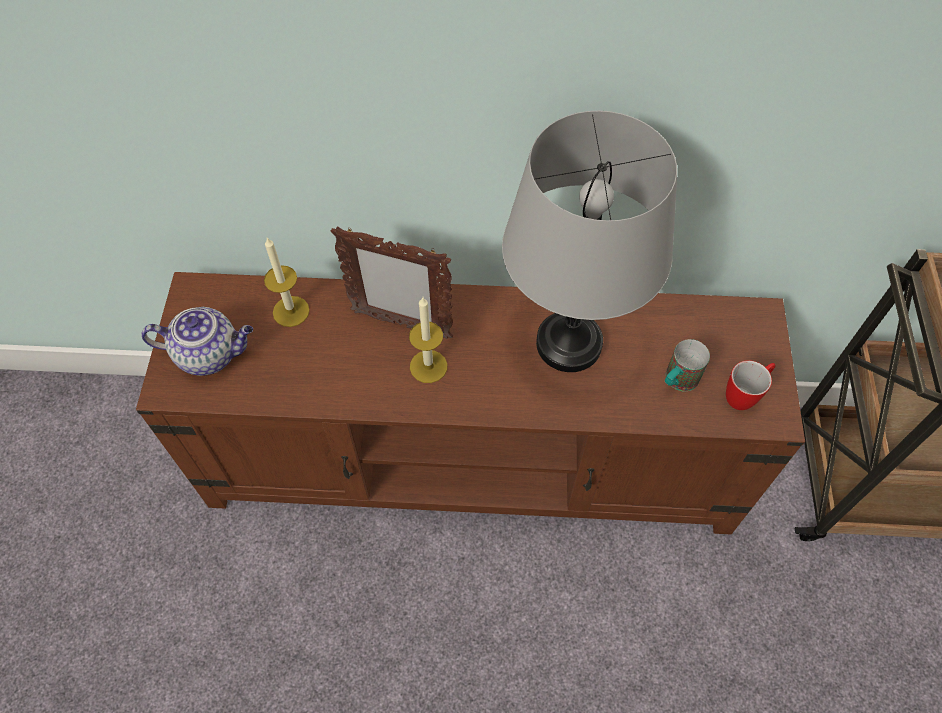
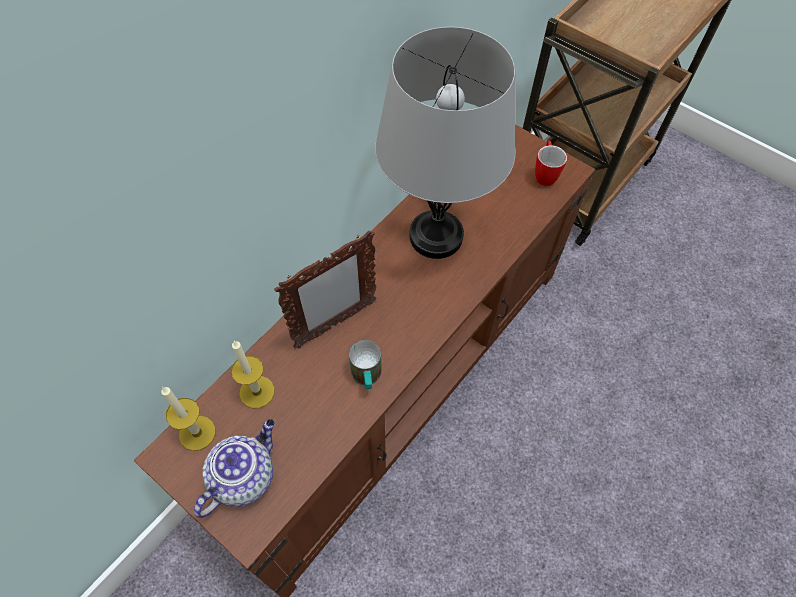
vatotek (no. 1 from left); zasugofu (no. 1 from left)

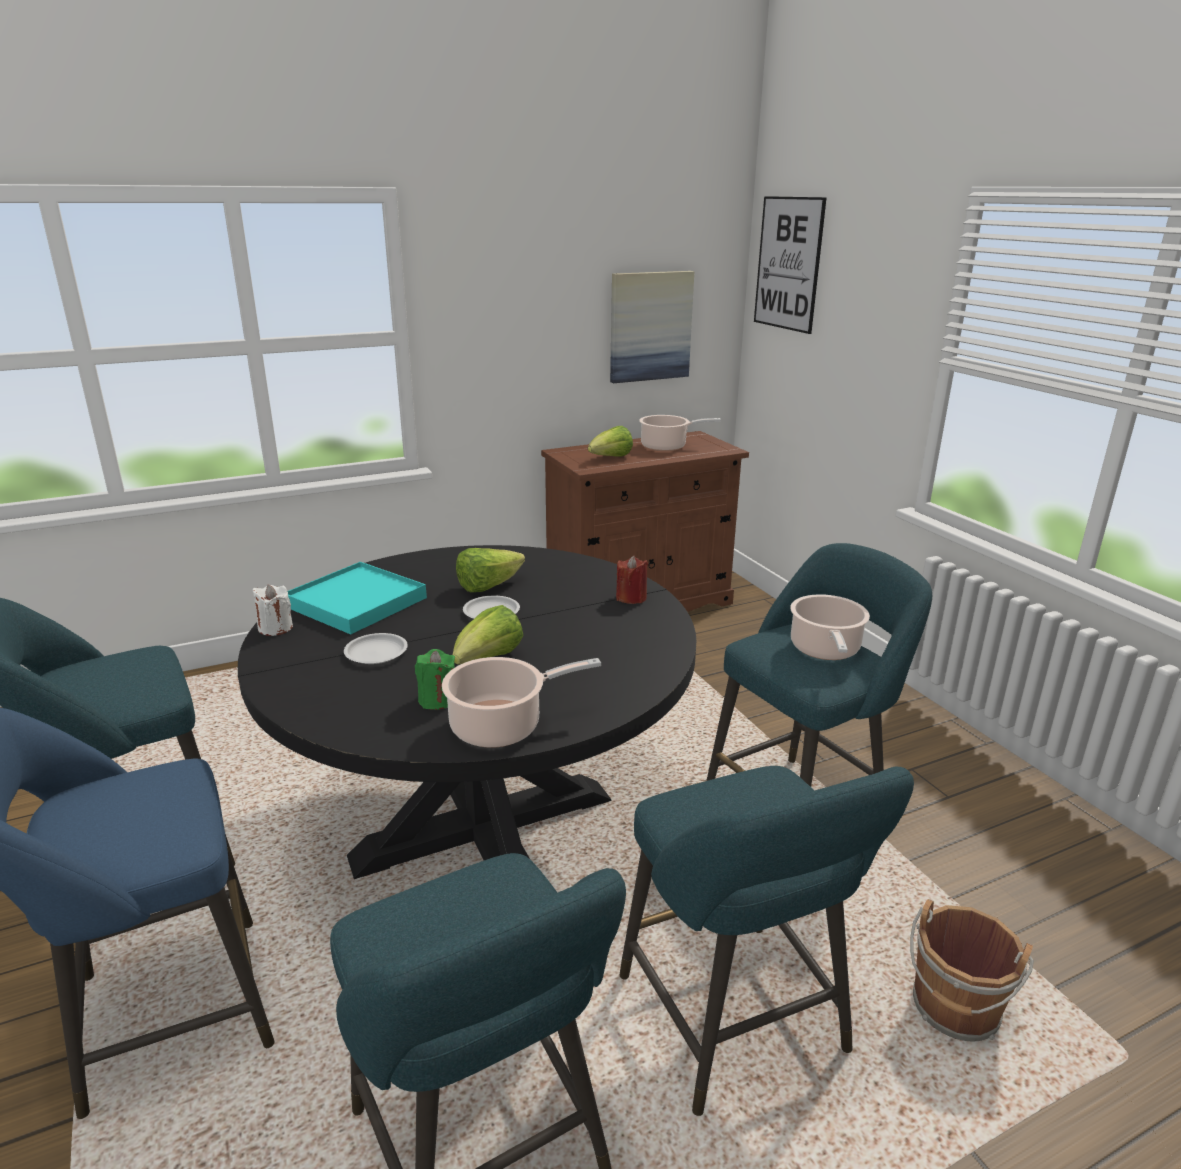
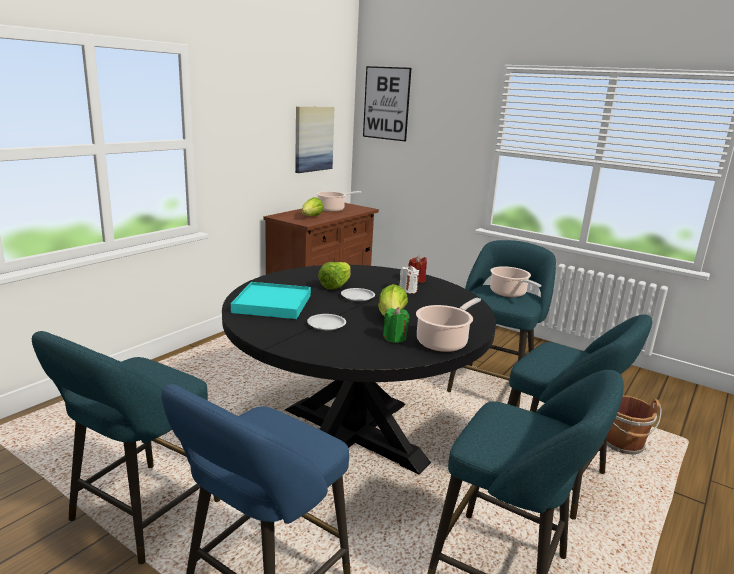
vatotek (white)

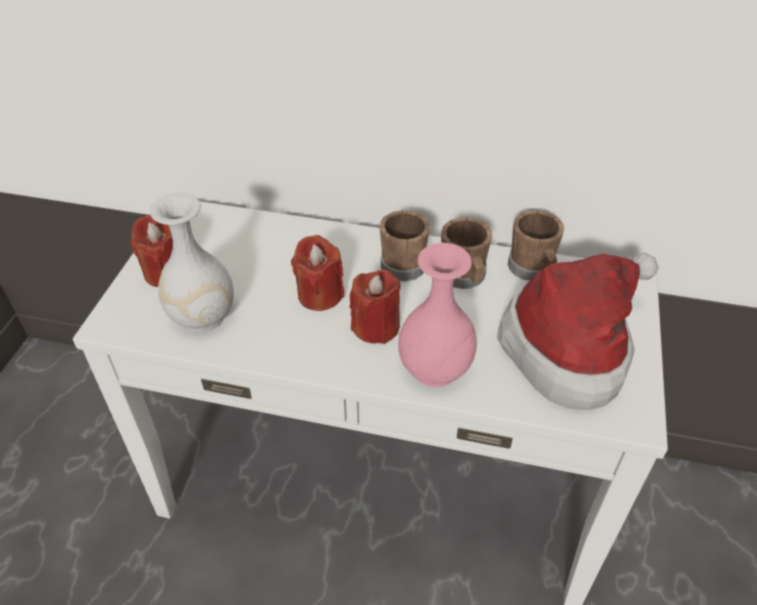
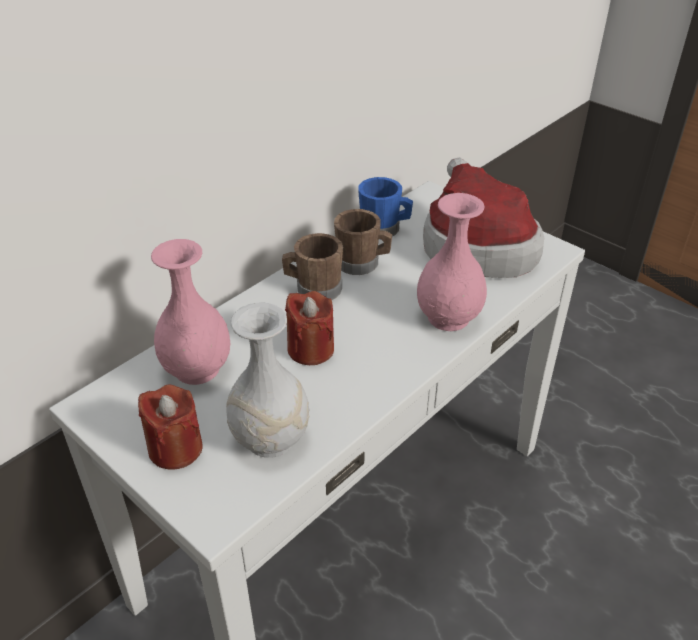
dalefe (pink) (no. 1 from left); zasugofu (blue); vatotek (red) (no. 3 from left in the first image)

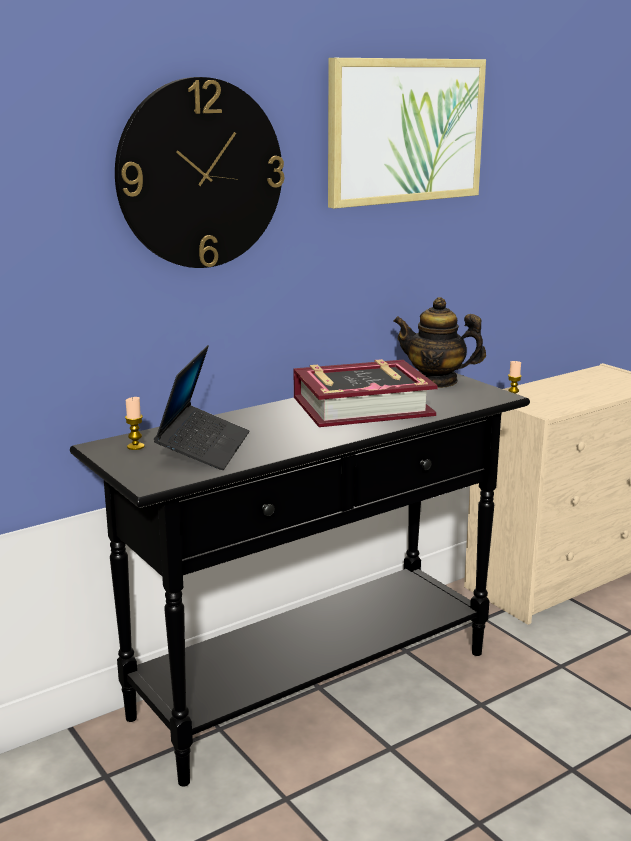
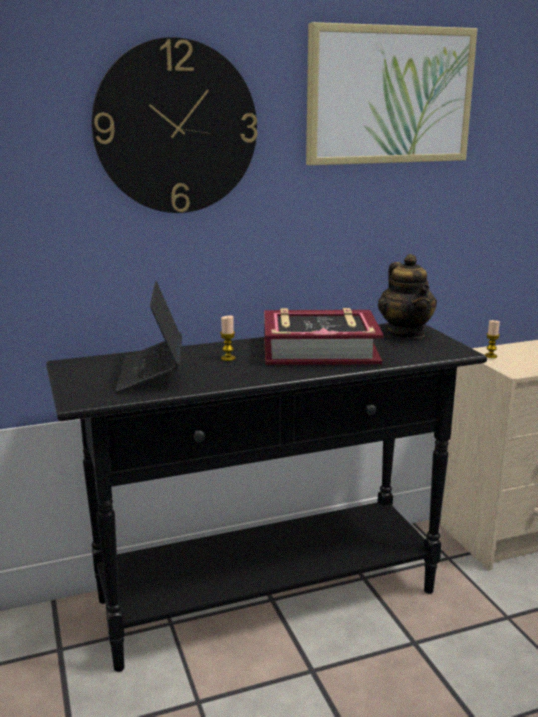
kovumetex; vatotek (no. 1 from left); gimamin

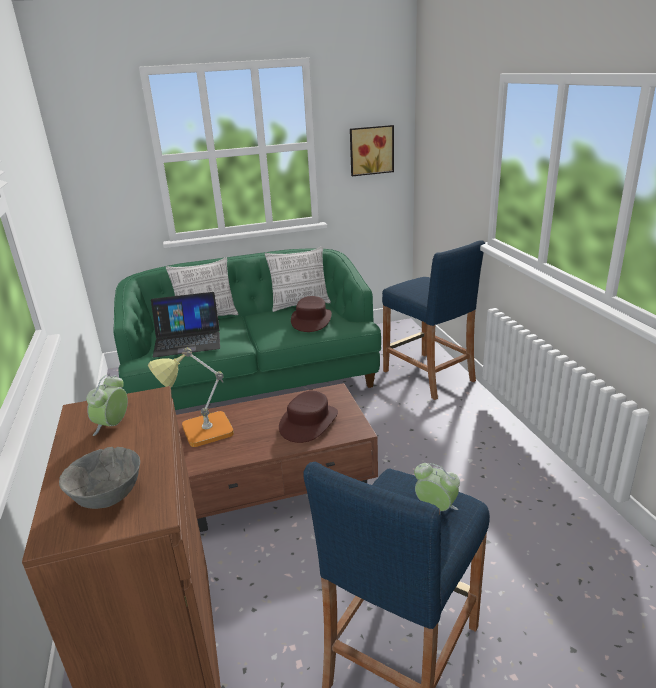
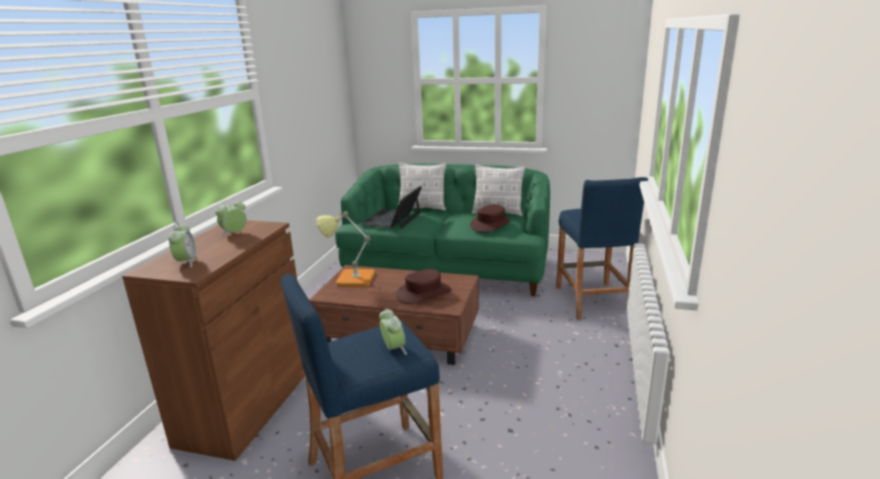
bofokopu (no. 1 from left); kovumetex; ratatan

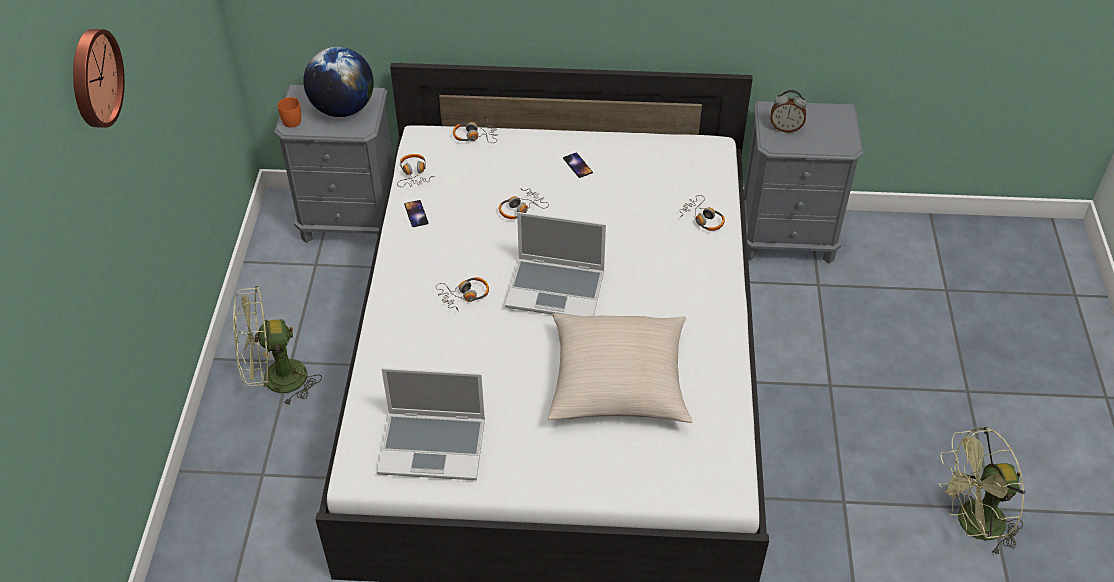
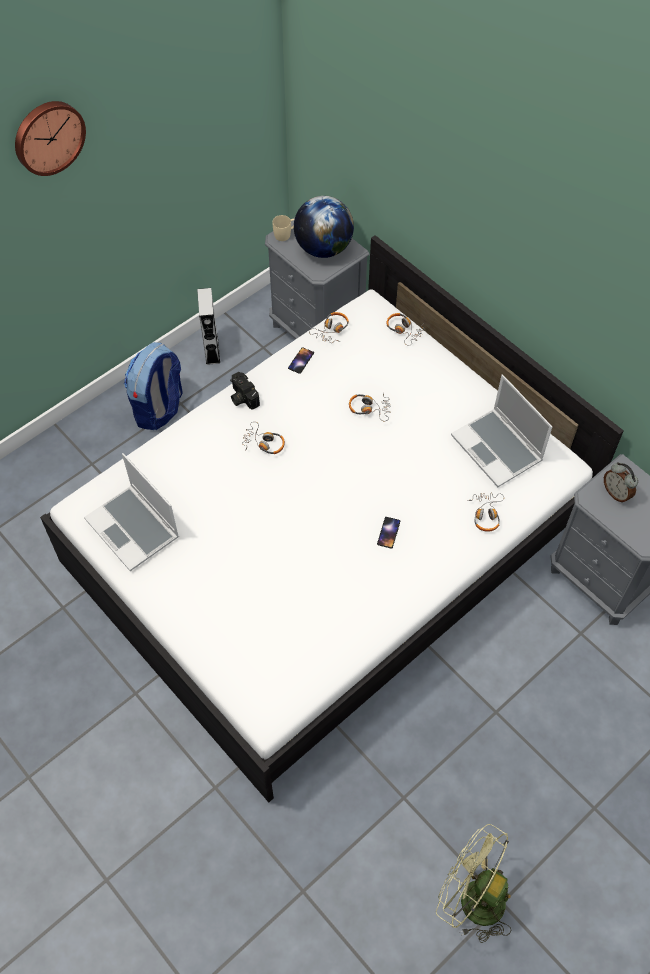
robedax; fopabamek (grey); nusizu; zasugofu (beige); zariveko (no. 2 from left); kovumetex (no. 2 from left); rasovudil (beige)

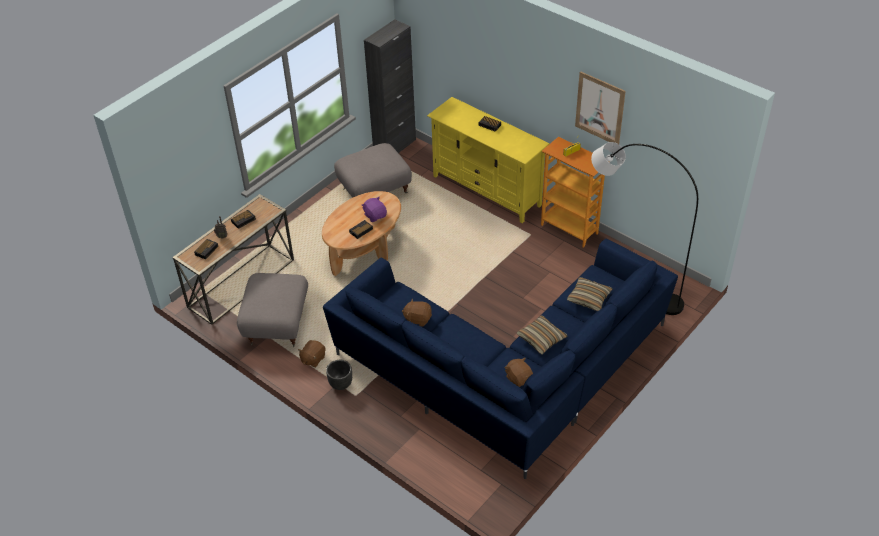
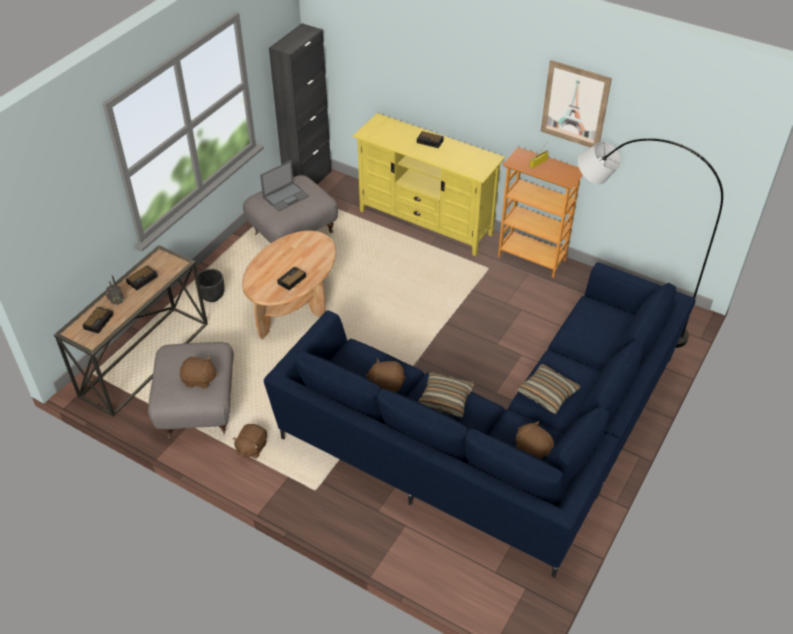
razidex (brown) (no. 1 from left); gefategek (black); kovumetex; rasovudil (no. 1 from left); razidex (purple)

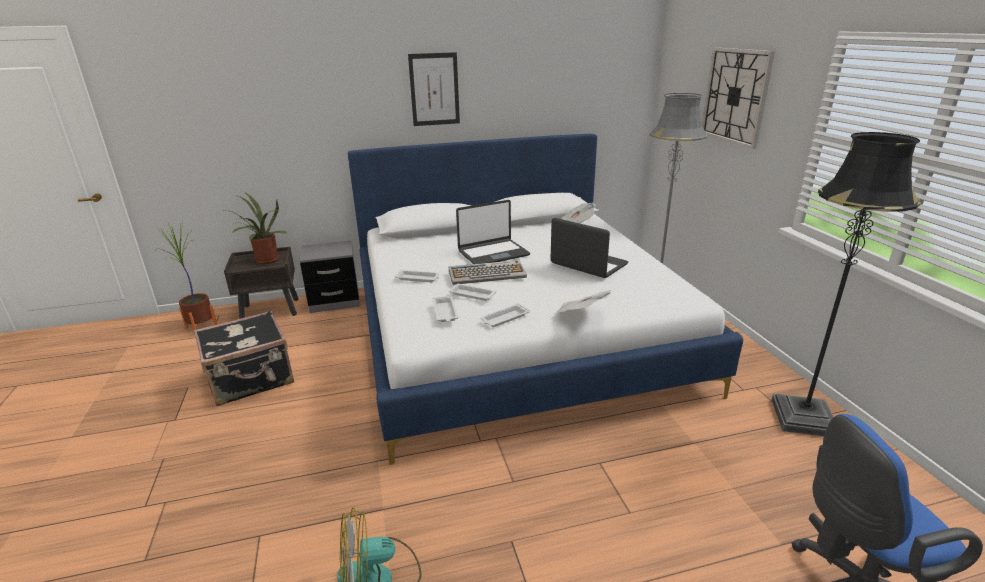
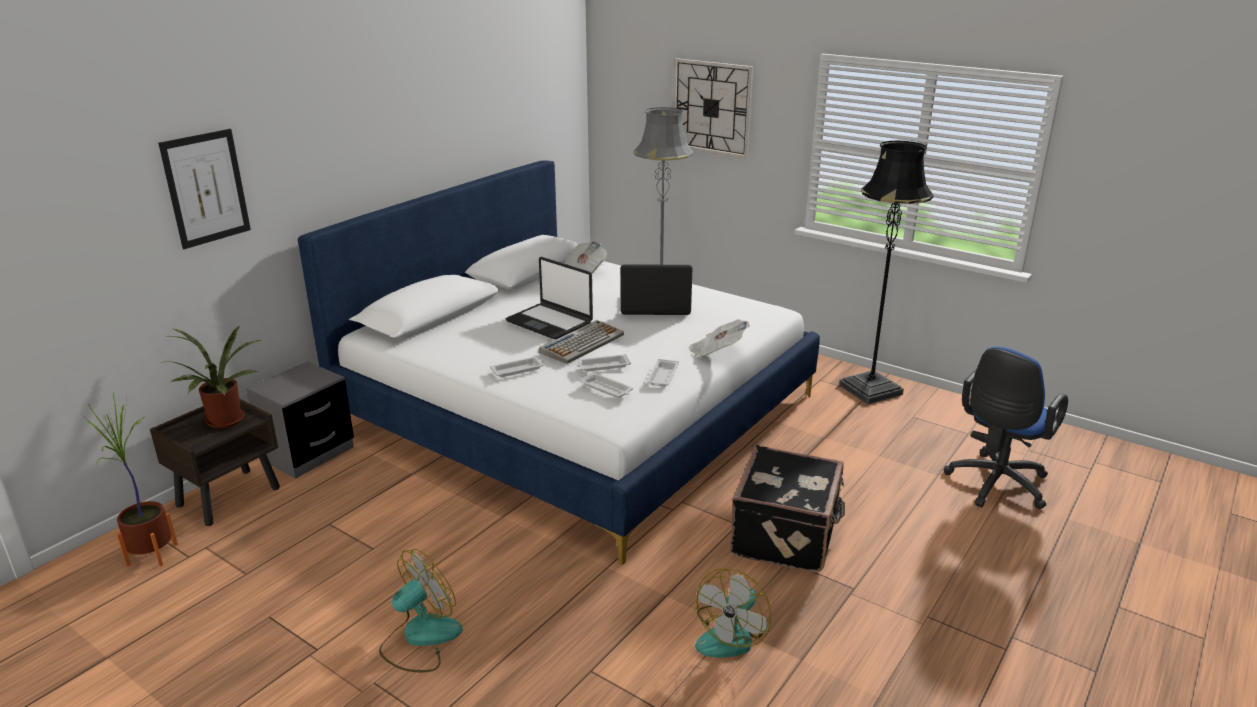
ratatan; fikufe (no. 1 from left); kovumetex (no. 1 from left); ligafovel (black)

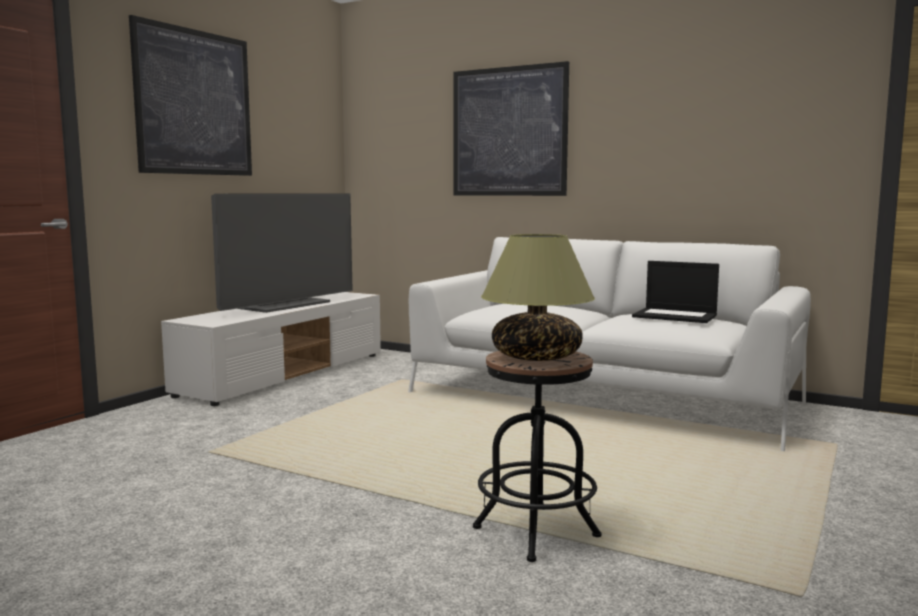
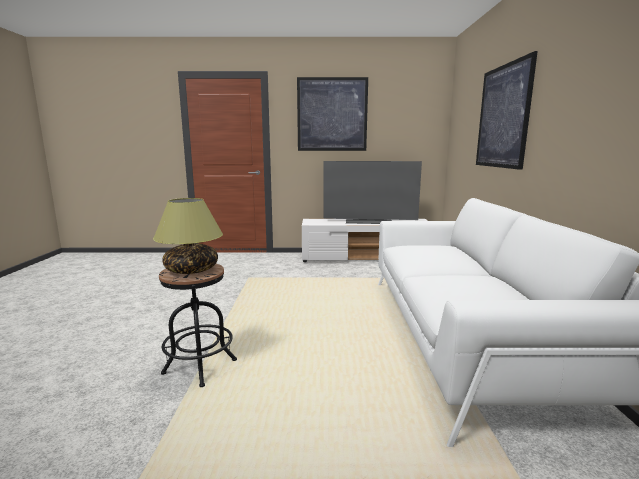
kovumetex

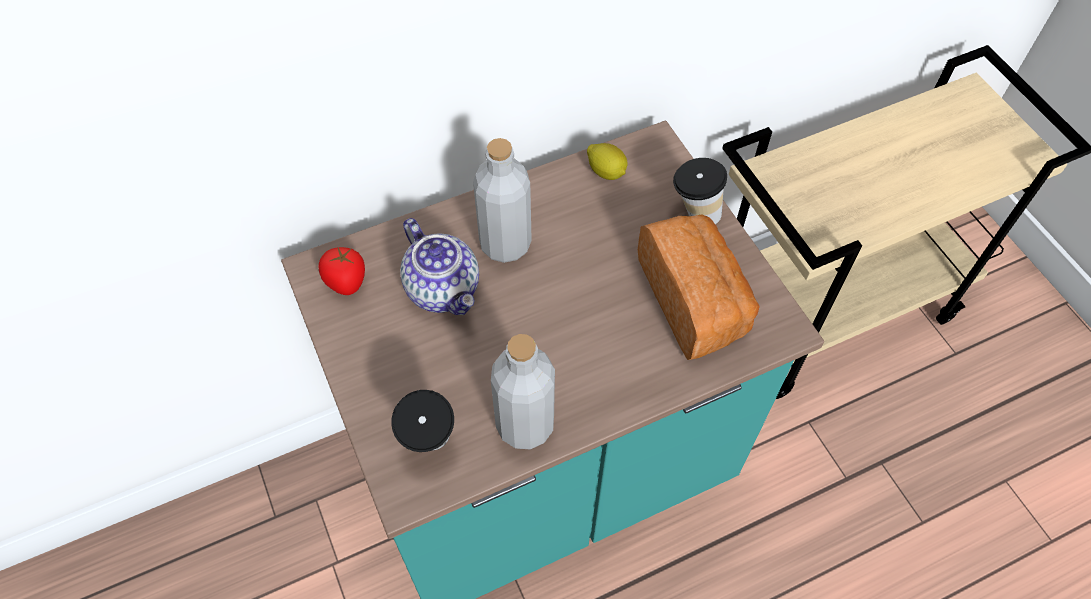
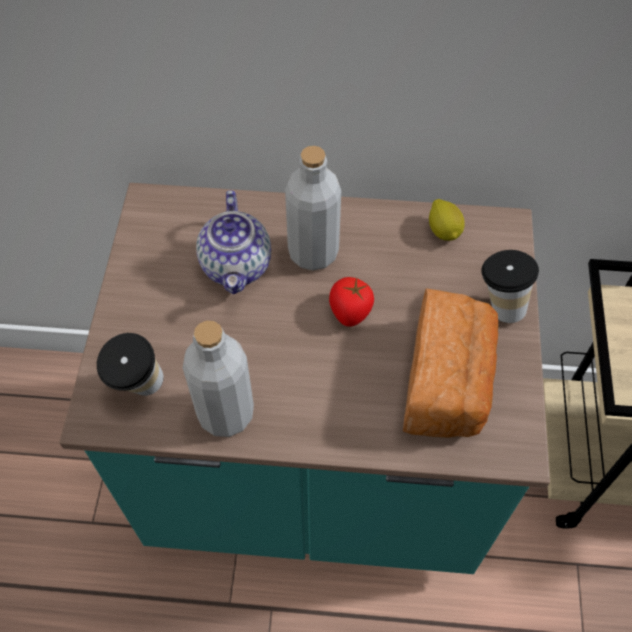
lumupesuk

